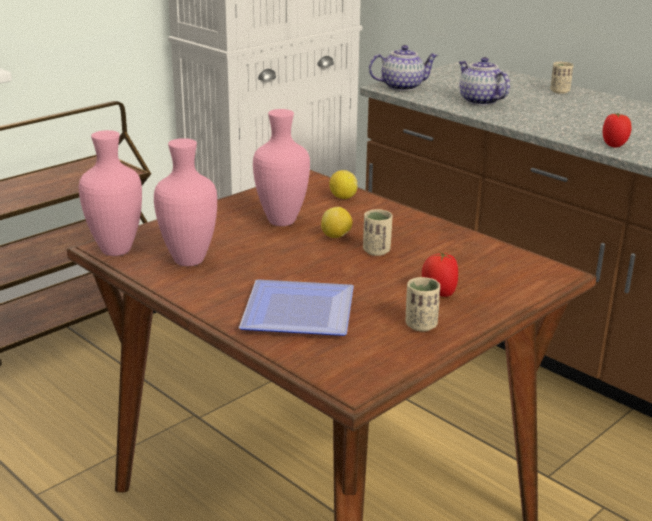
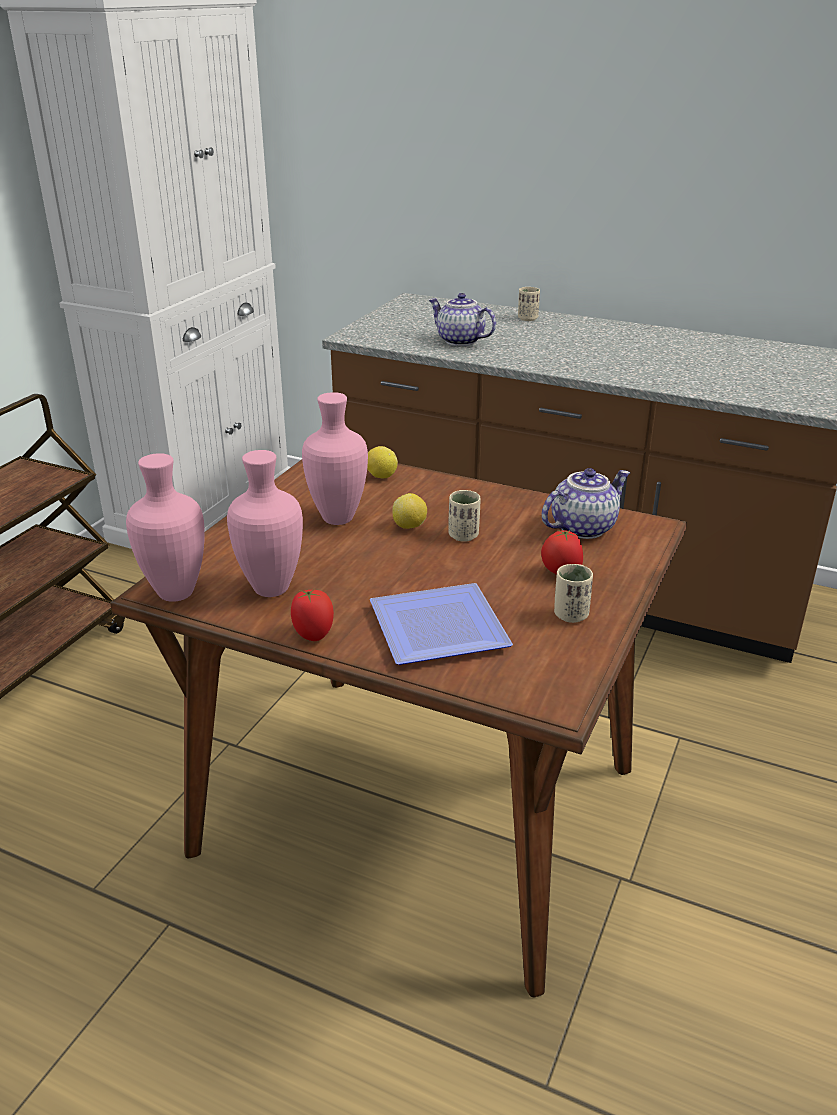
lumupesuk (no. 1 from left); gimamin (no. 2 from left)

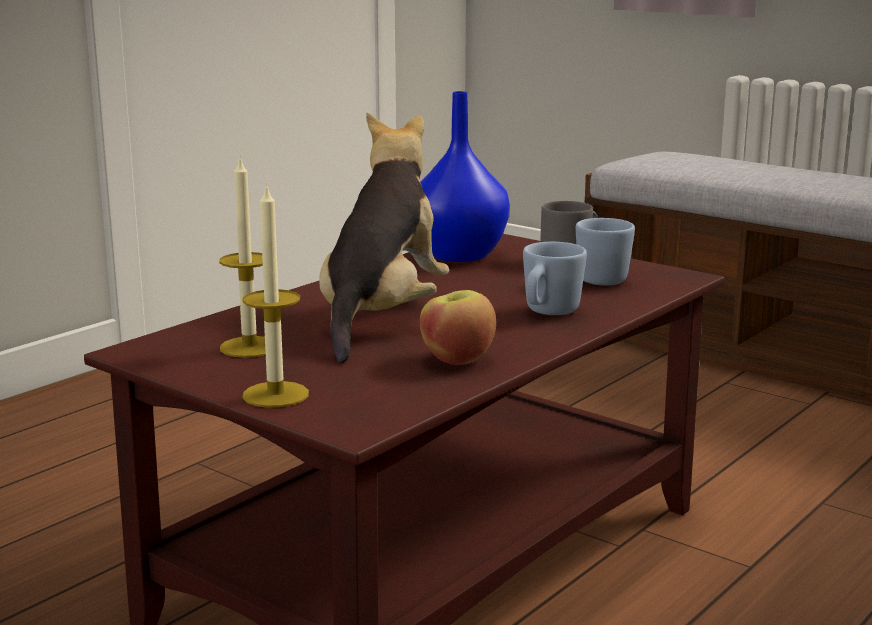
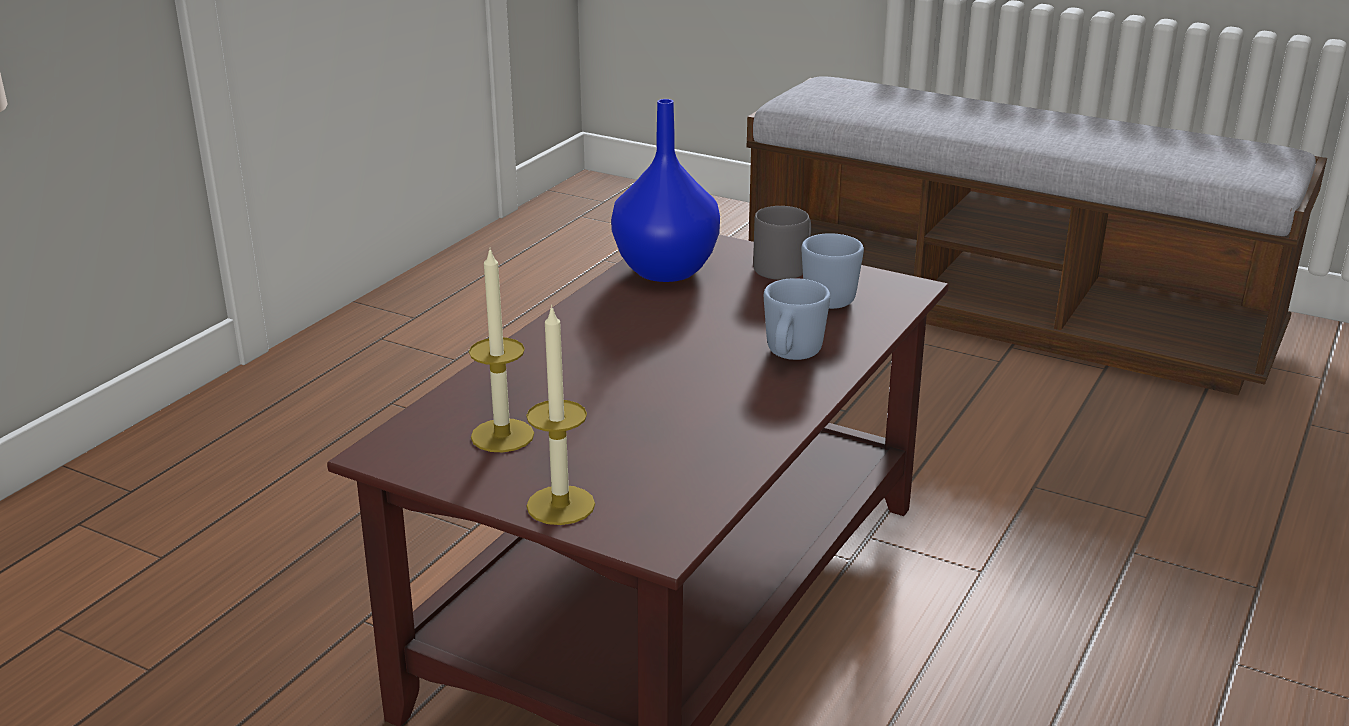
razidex; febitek

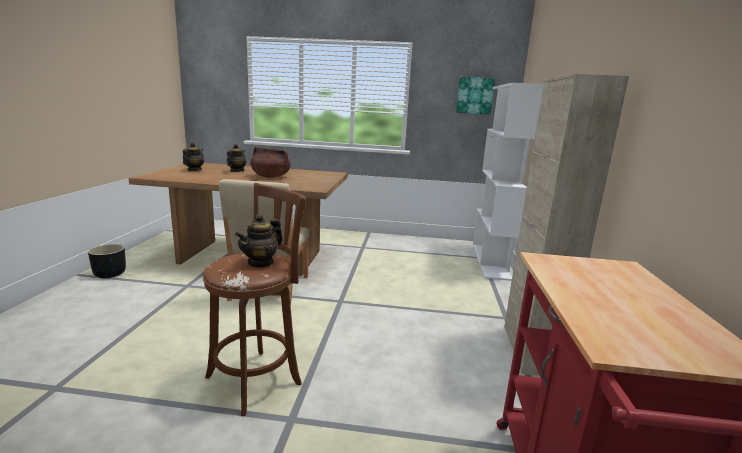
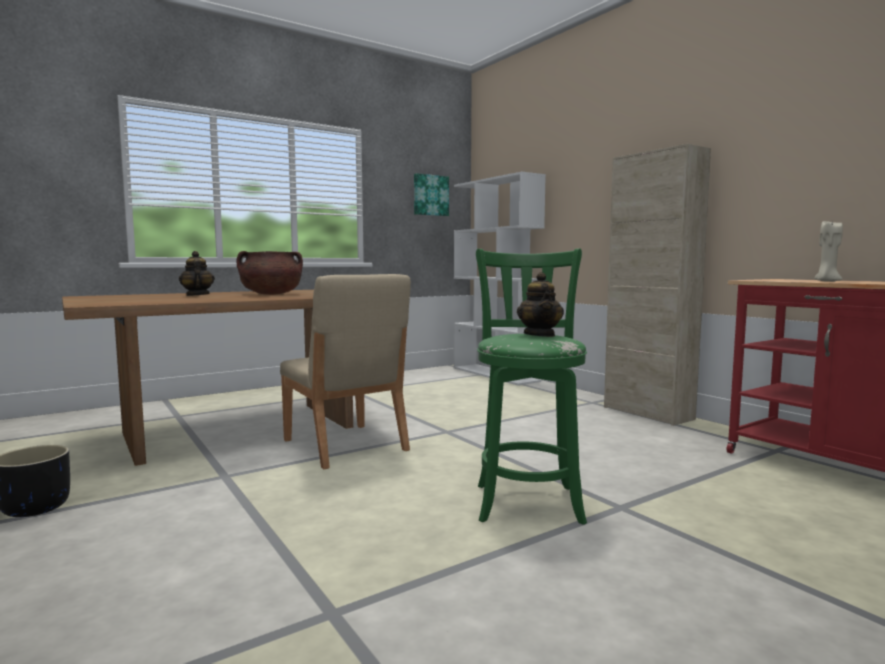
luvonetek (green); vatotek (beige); gimamin (no. 1 from left in the first image)

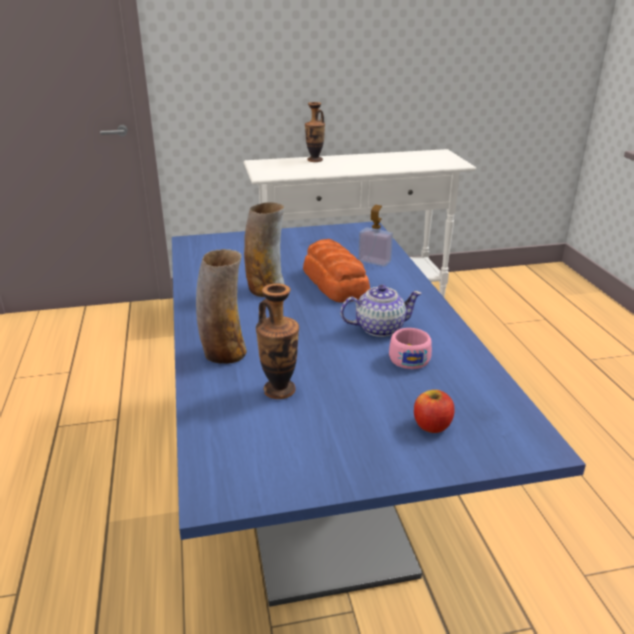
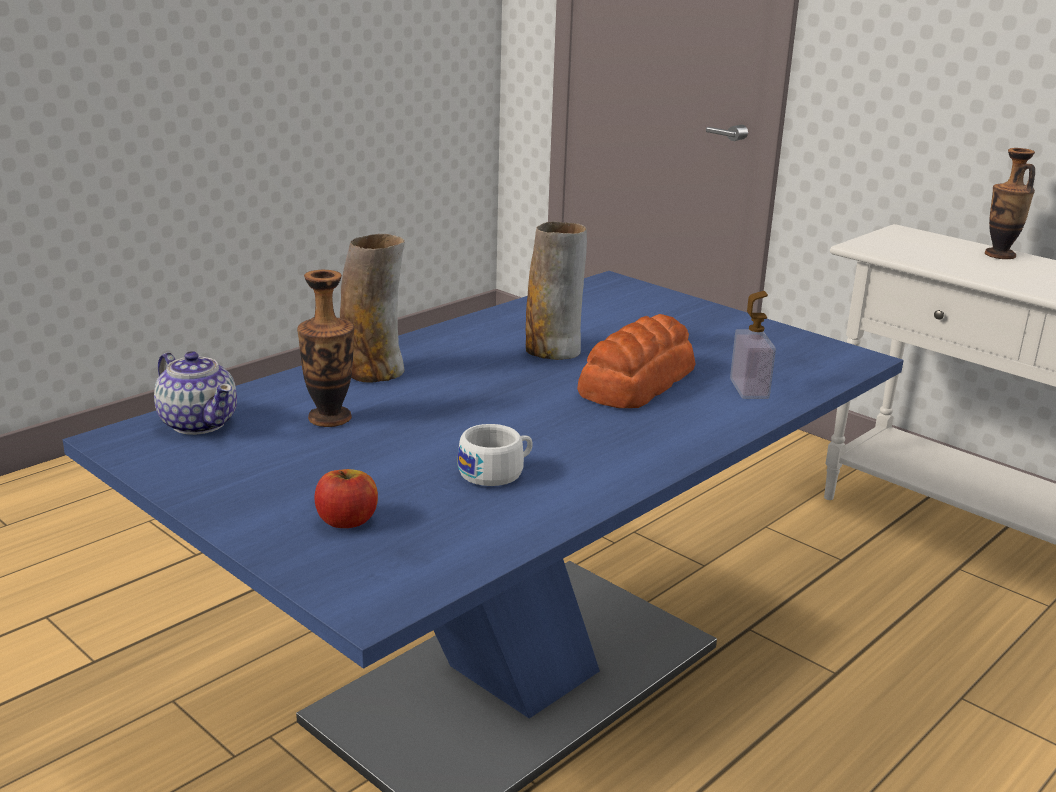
gimamin; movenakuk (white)

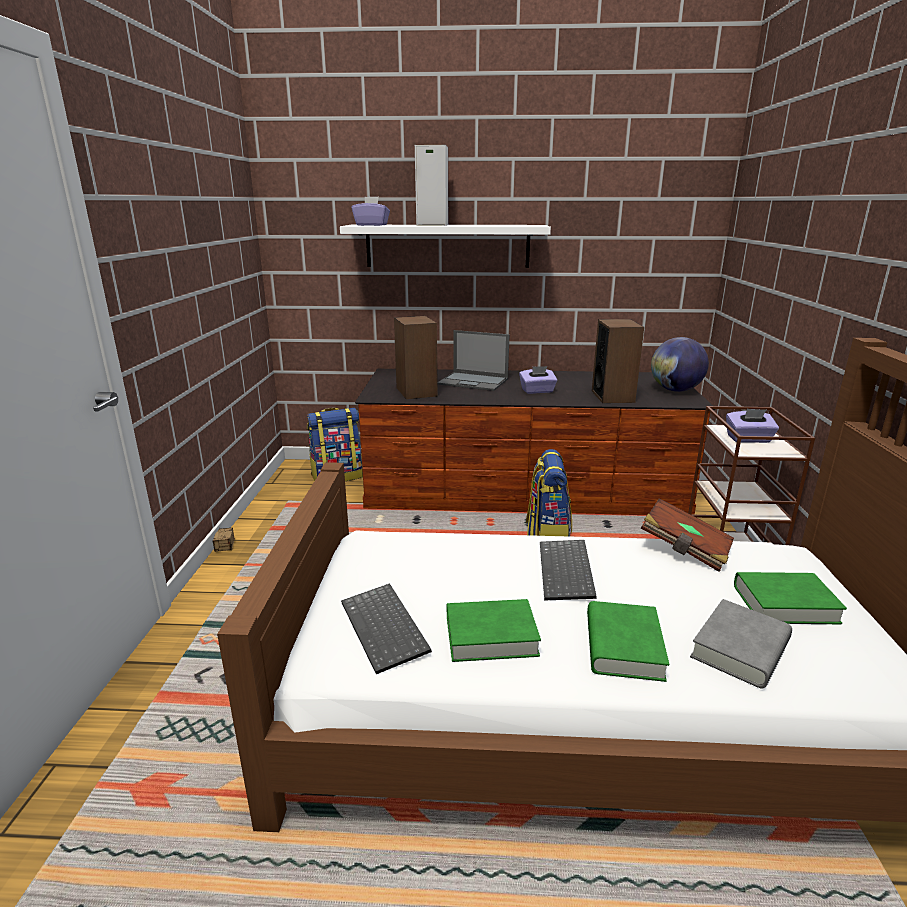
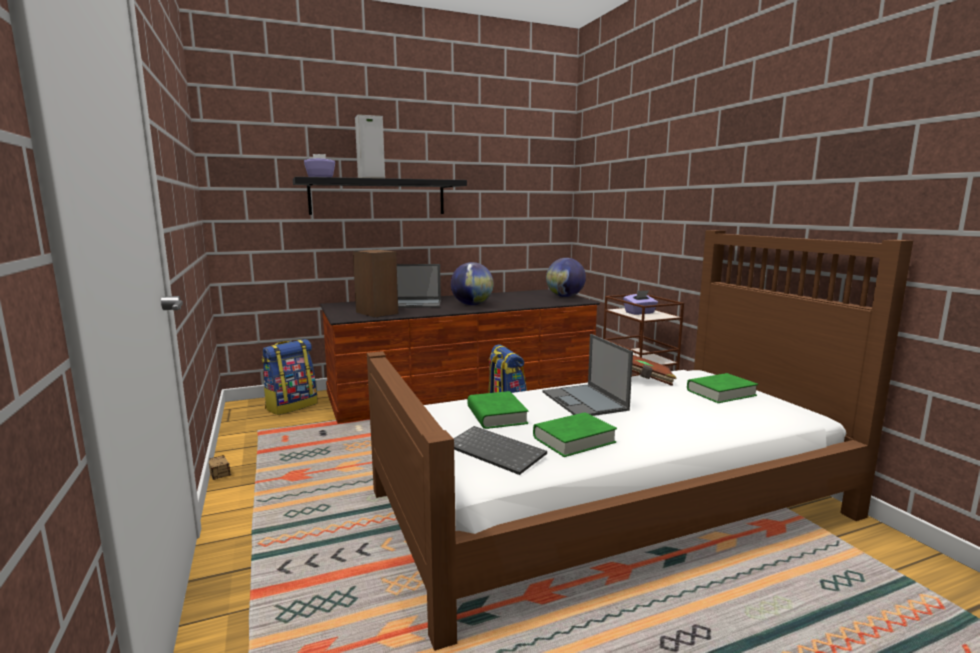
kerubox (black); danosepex (no. 1 from left); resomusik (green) (no. 1 from left); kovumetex (no. 2 from left); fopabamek (no. 3 from left in the first image); resomusik (grey)

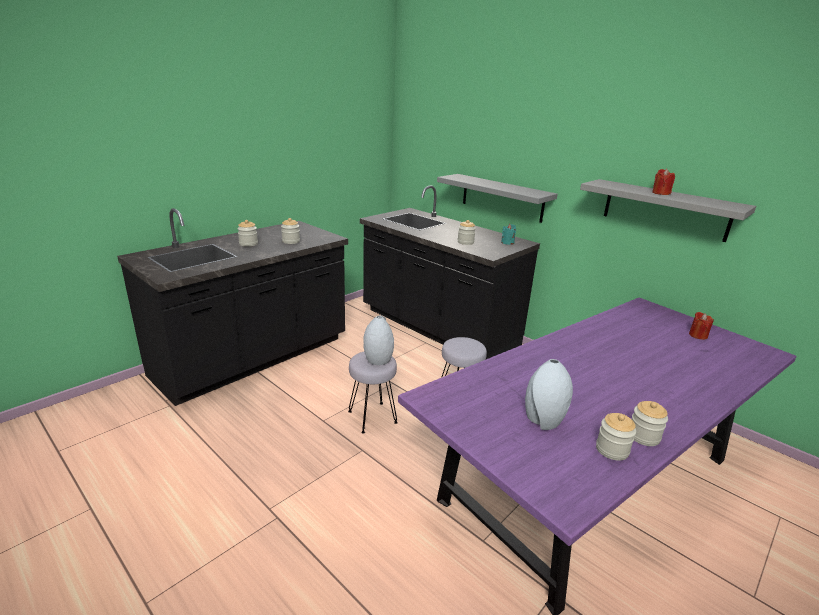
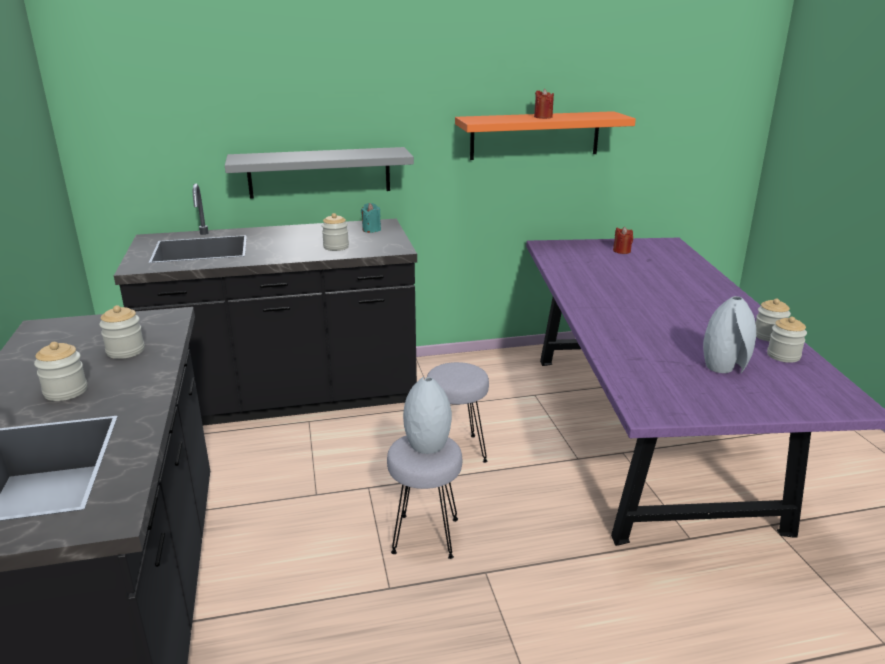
kerubox (orange)

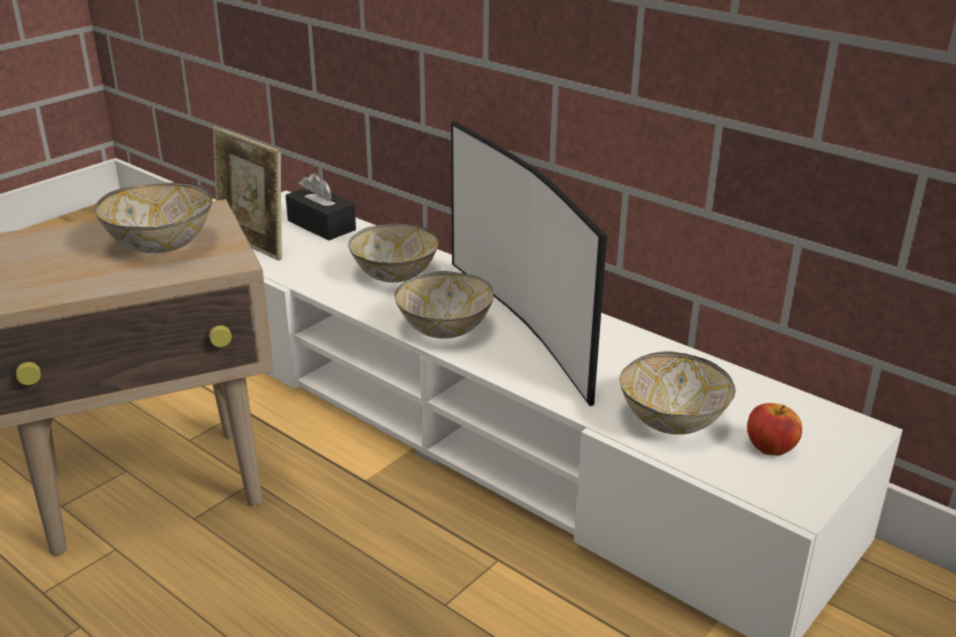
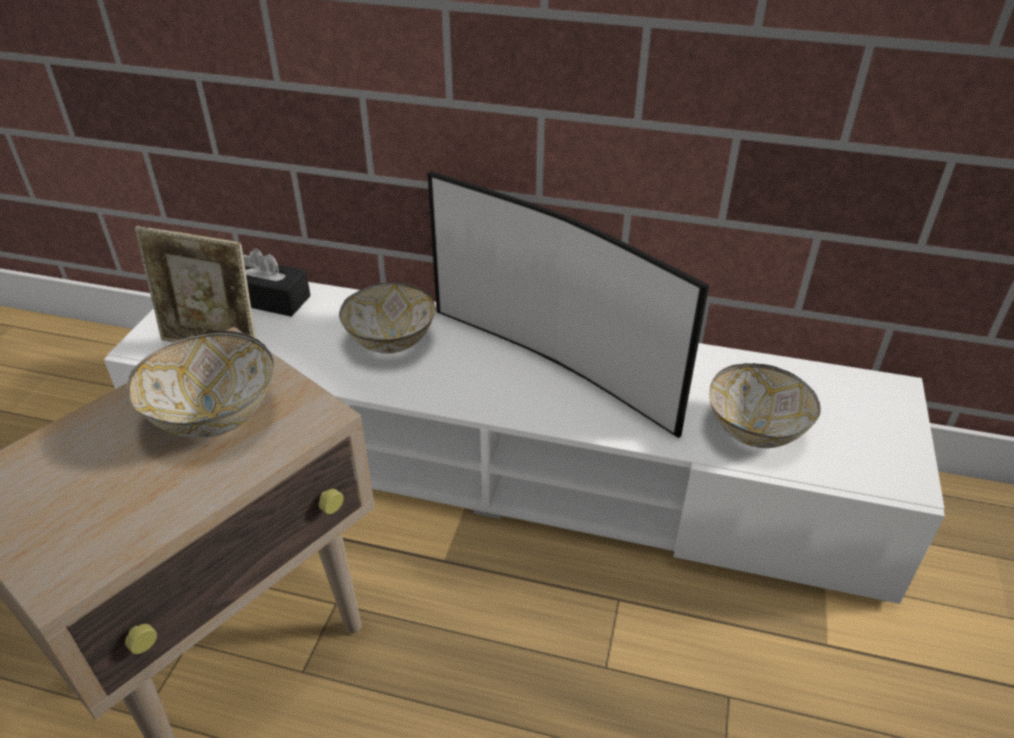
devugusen (no. 3 from left in the first image); febitek

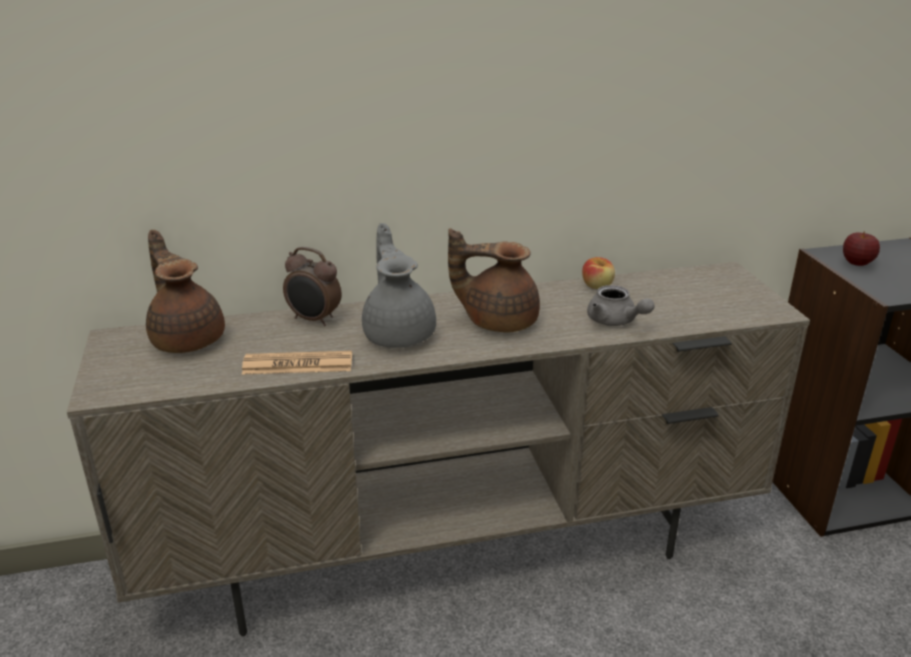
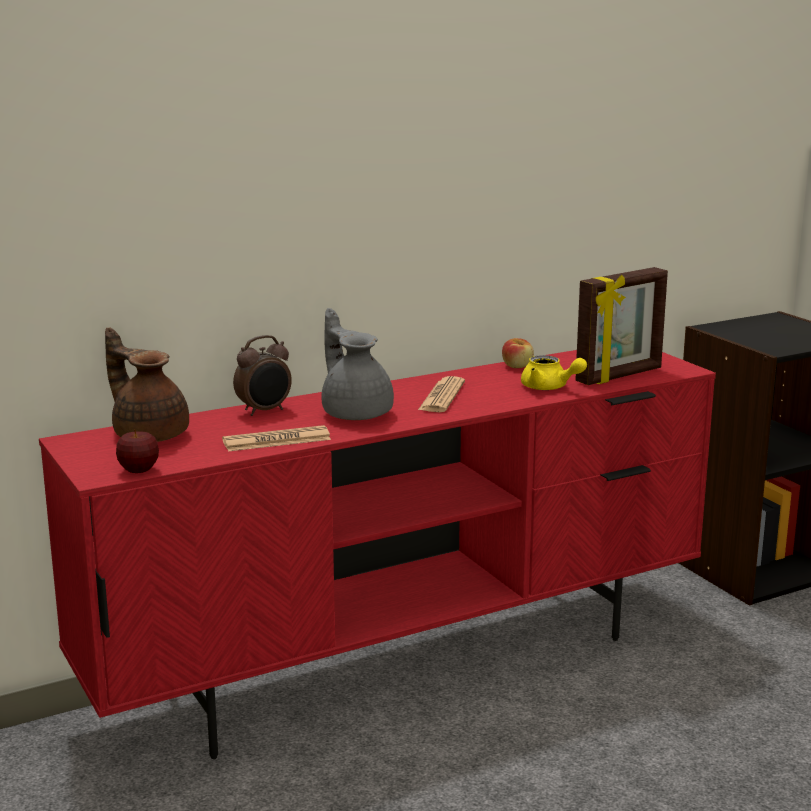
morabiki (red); febitek (no. 1 from left); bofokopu; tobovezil (no. 2 from left); gimamin (yellow); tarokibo

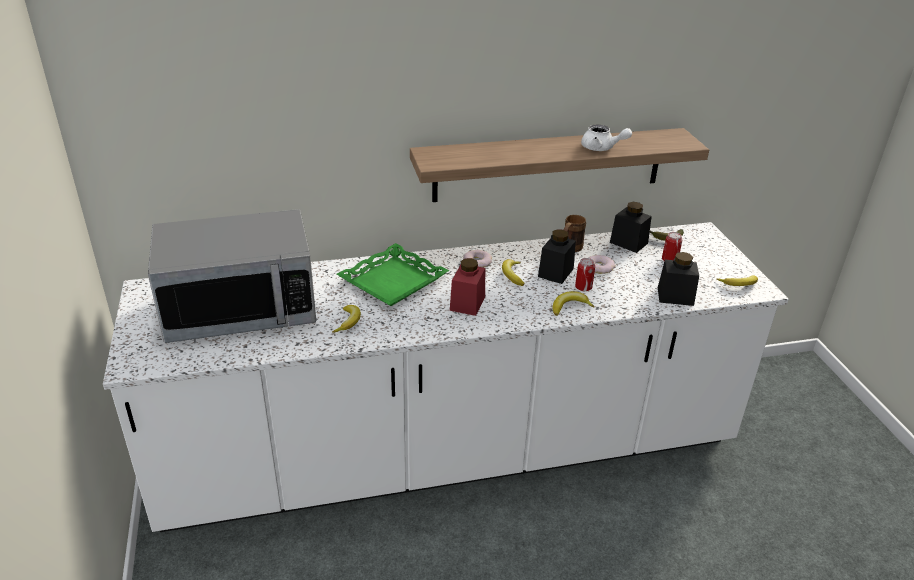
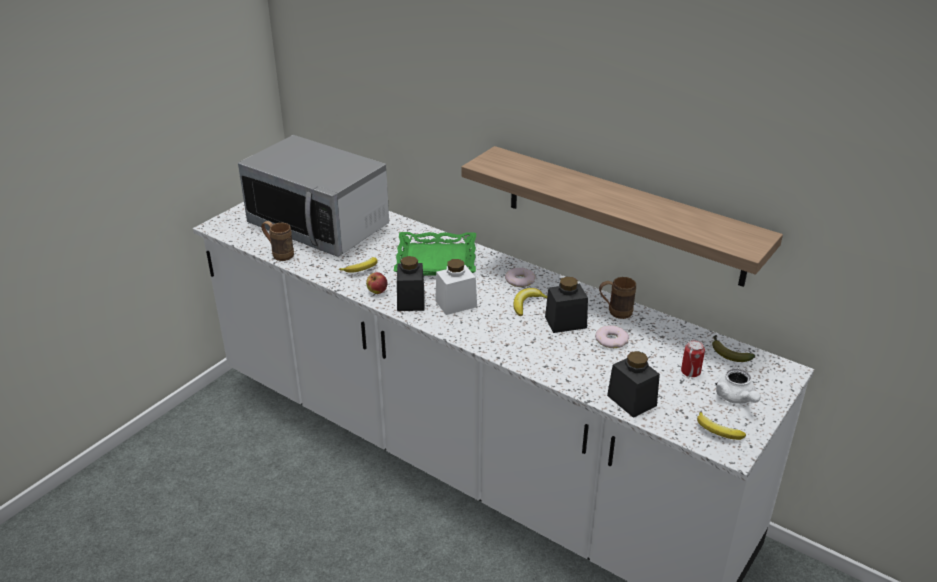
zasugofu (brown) (no. 1 from left); febitek; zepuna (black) (no. 1 from left); zepuna (white); gimamin (white); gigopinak (no. 3 from left in the first image); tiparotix (no. 1 from left in the first image)

